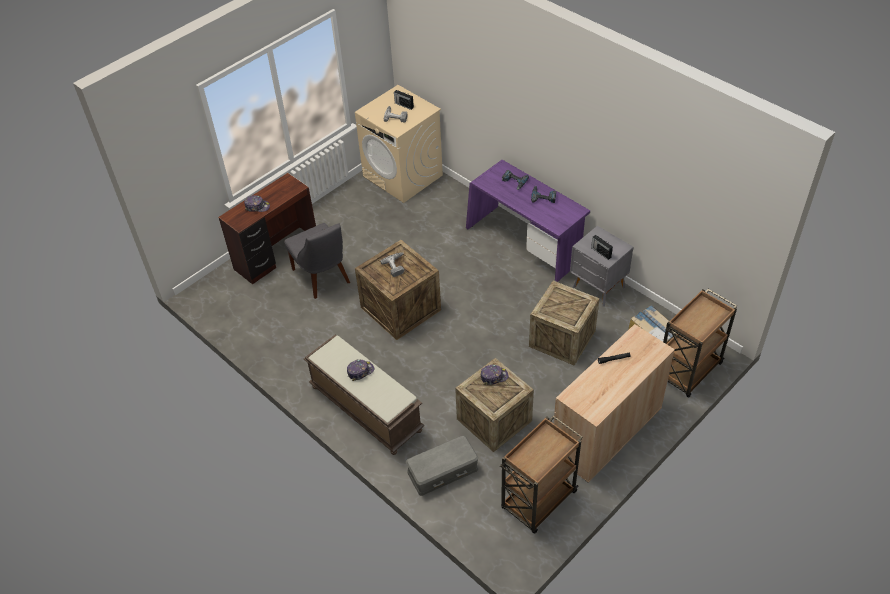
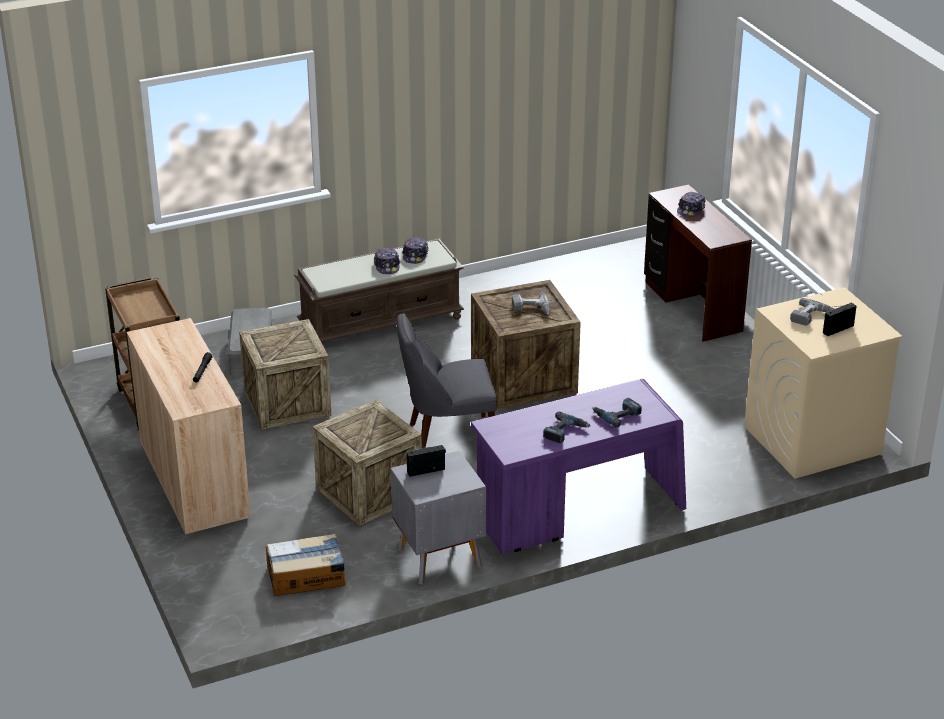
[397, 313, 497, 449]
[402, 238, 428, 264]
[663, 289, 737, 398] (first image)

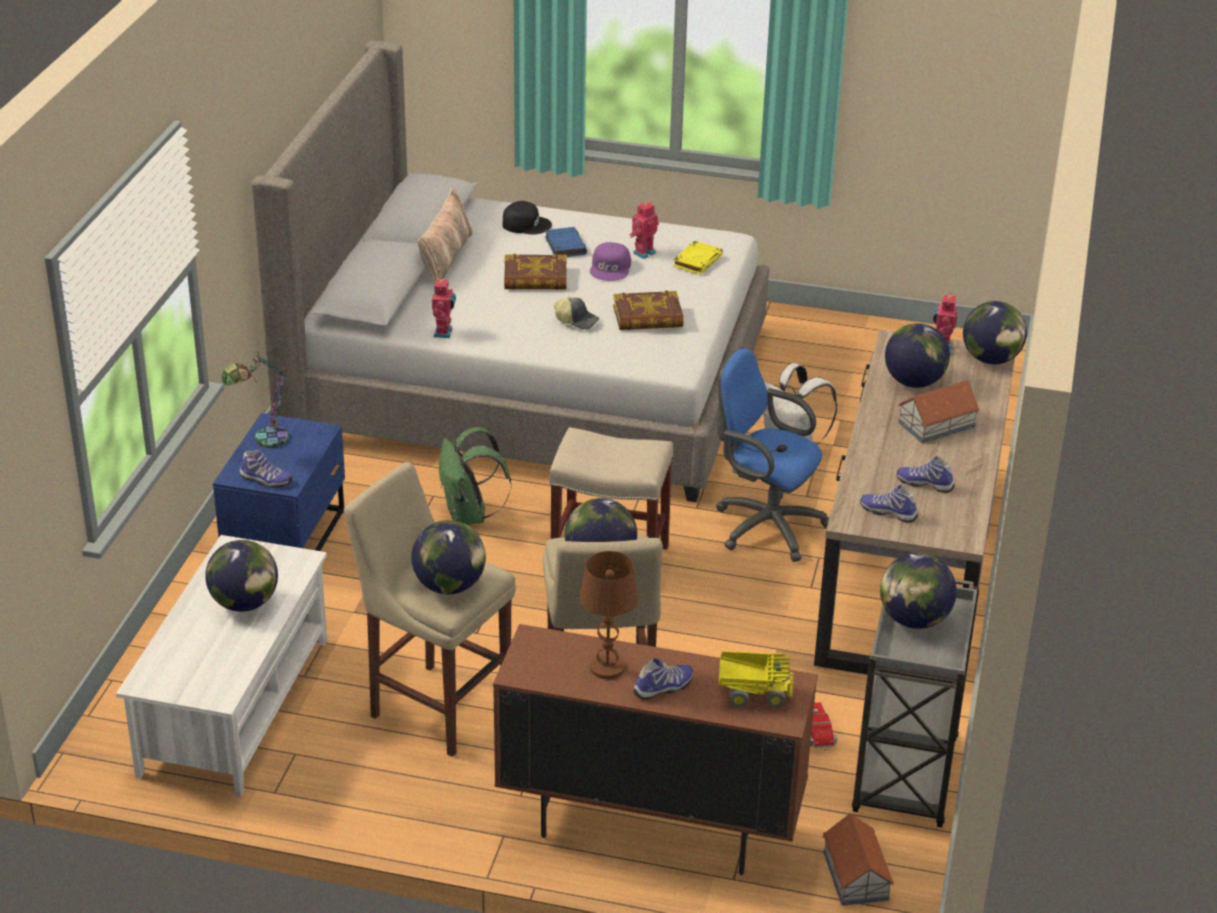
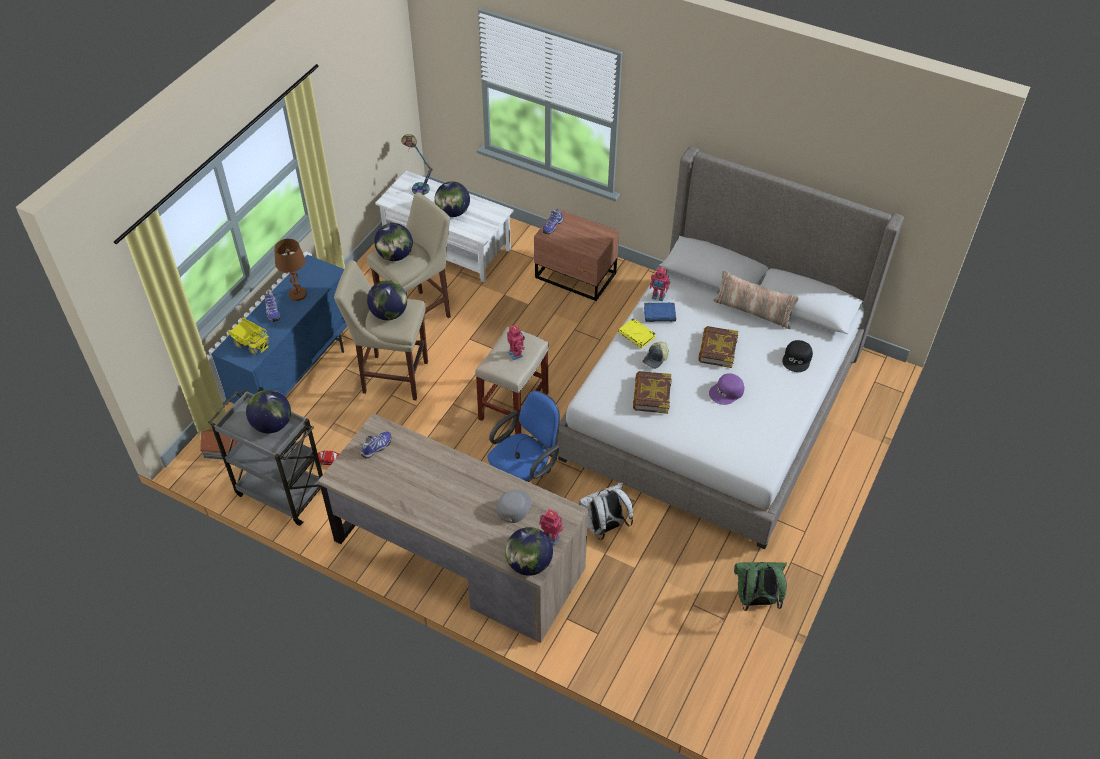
[211, 255, 347, 404]
[227, 318, 270, 355]
[401, 134, 432, 195]
[496, 490, 532, 523]
[507, 324, 525, 360]
[534, 208, 619, 301]
[618, 318, 656, 349]
[644, 302, 676, 322]
[709, 374, 744, 405]
[734, 562, 787, 611]
[897, 456, 955, 493] (first image)
[898, 380, 980, 443] (first image)

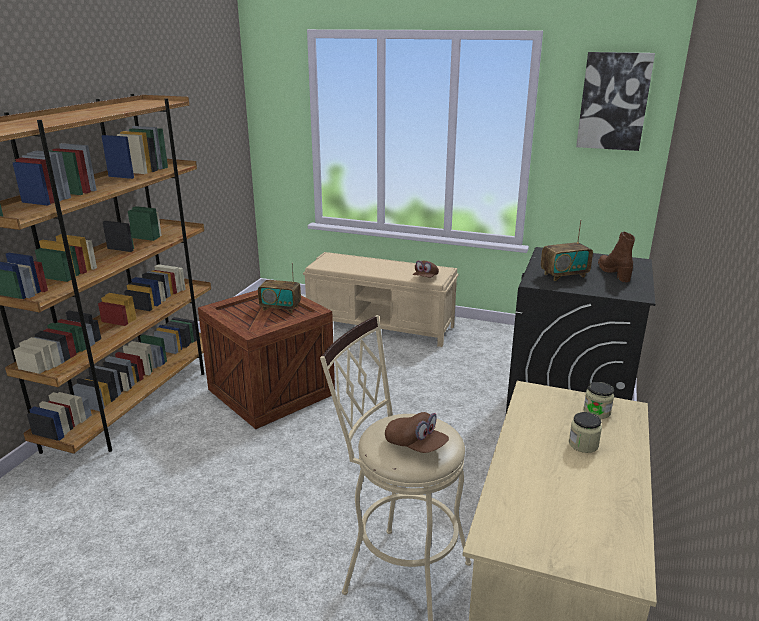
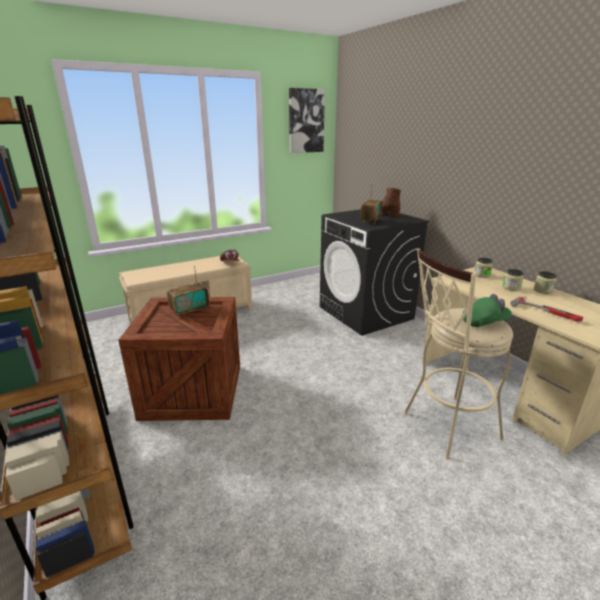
[462, 294, 512, 327]
[510, 297, 583, 322]
[534, 271, 557, 294]

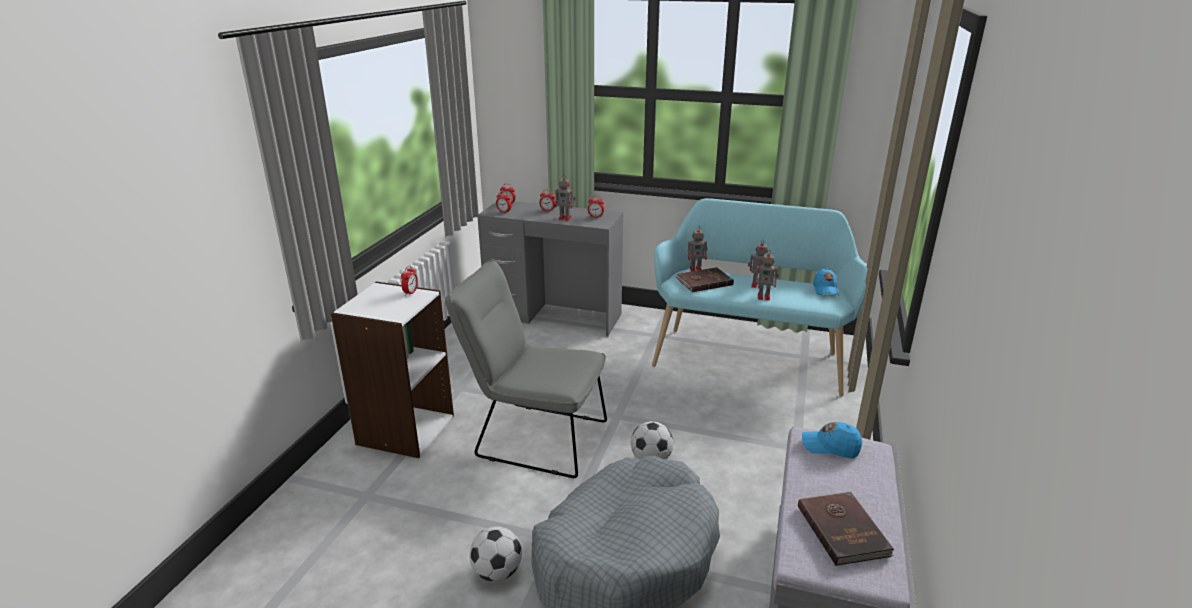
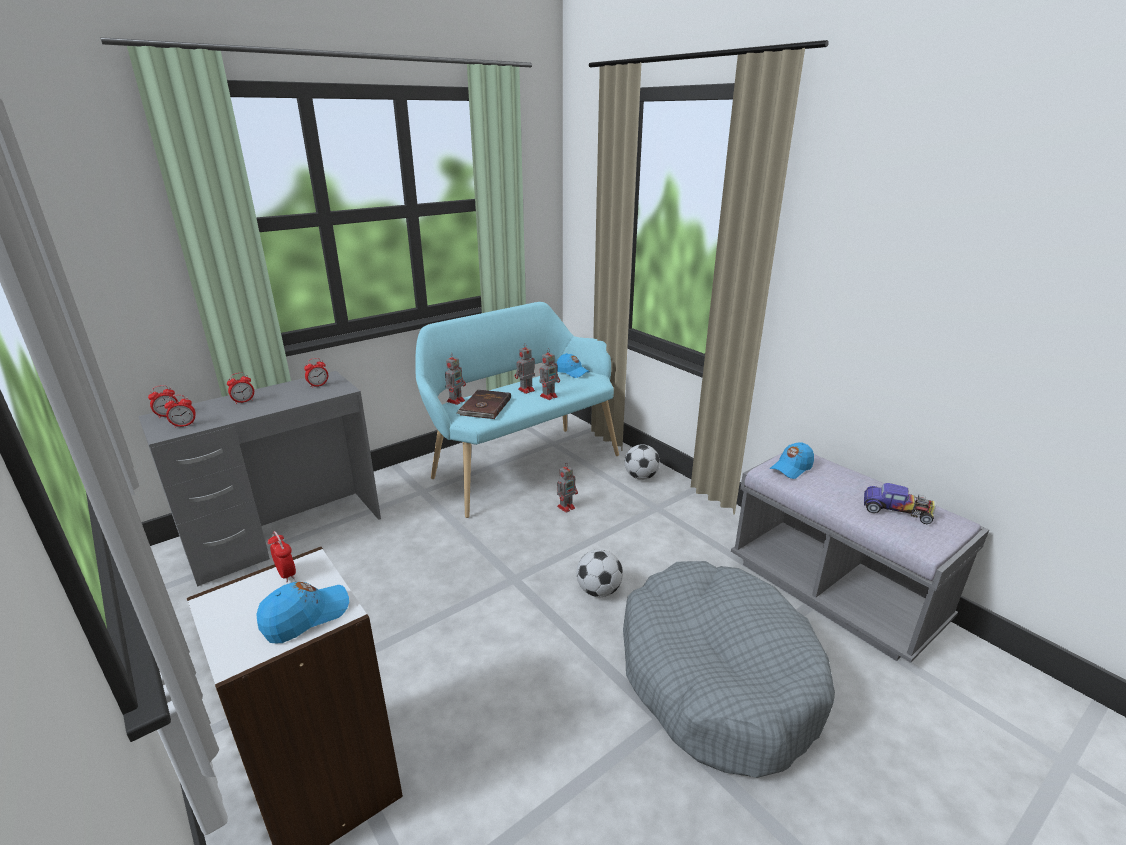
[256, 582, 349, 643]
[557, 464, 578, 513]
[624, 444, 660, 480]
[864, 483, 936, 524]
[445, 259, 607, 478] (first image)

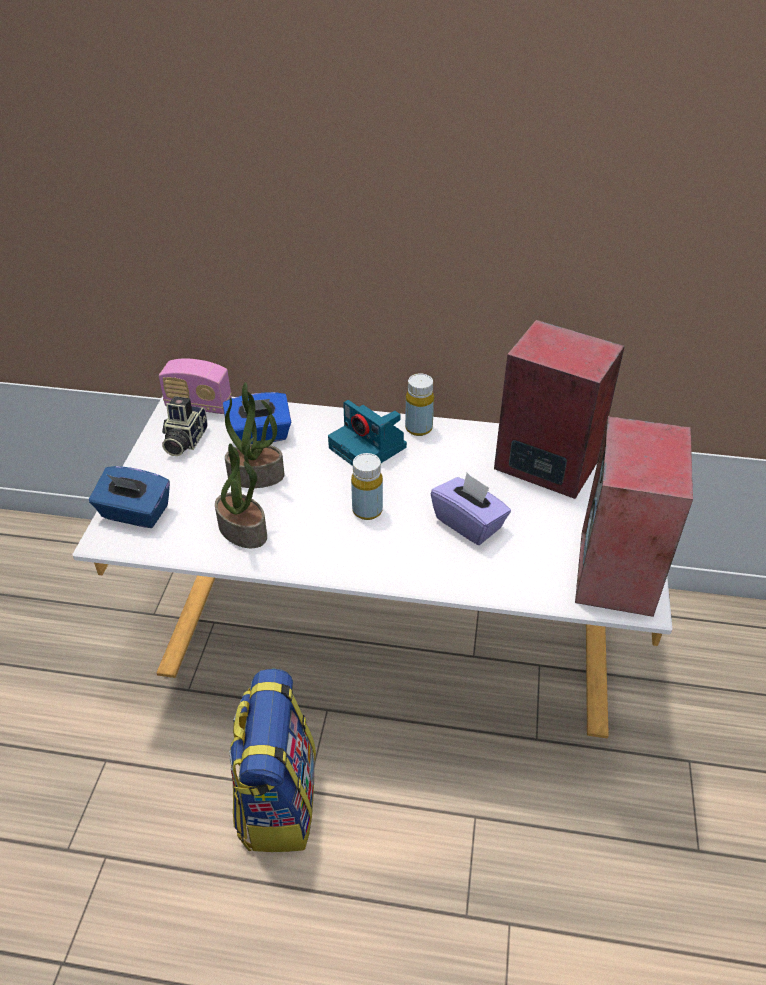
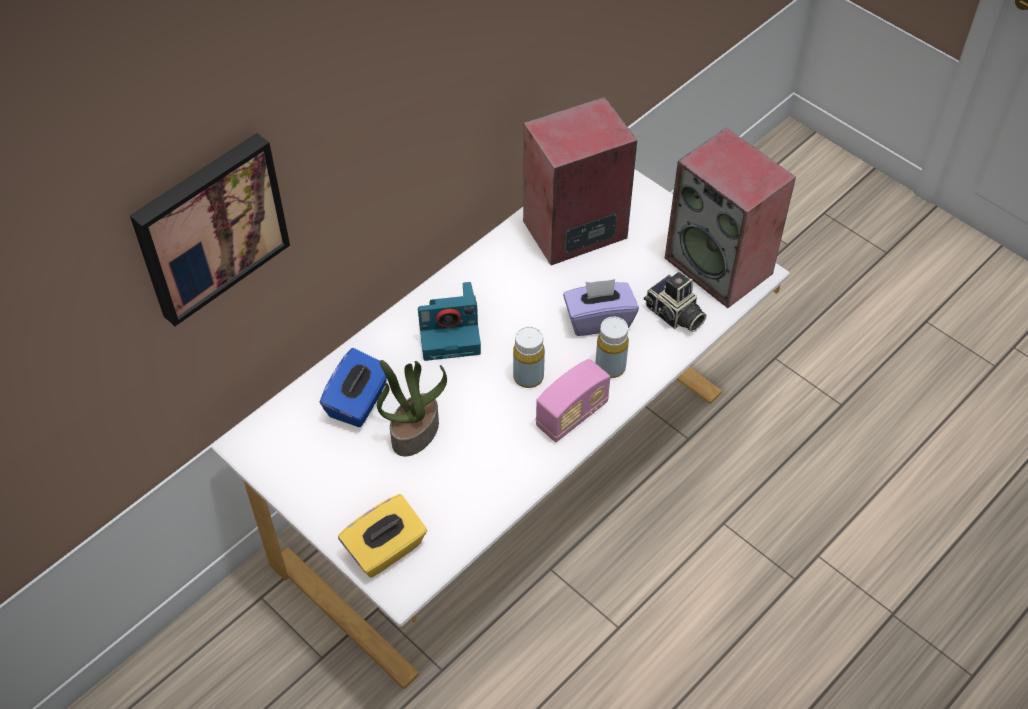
[130, 133, 290, 326]
[338, 494, 427, 578]
[535, 359, 610, 442]
[595, 317, 629, 378]
[644, 272, 707, 332]
[215, 437, 267, 548] (first image)
[229, 669, 316, 852] (first image)

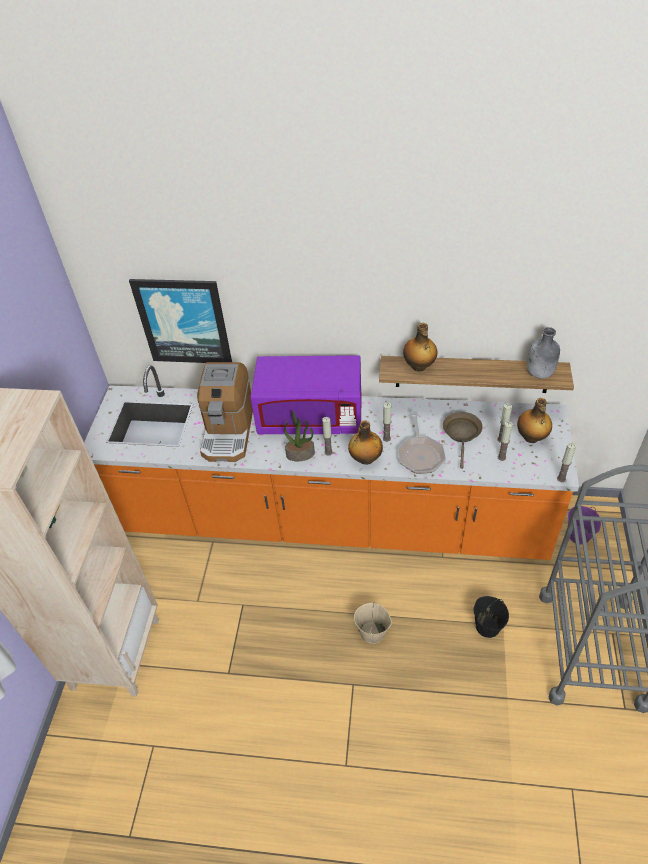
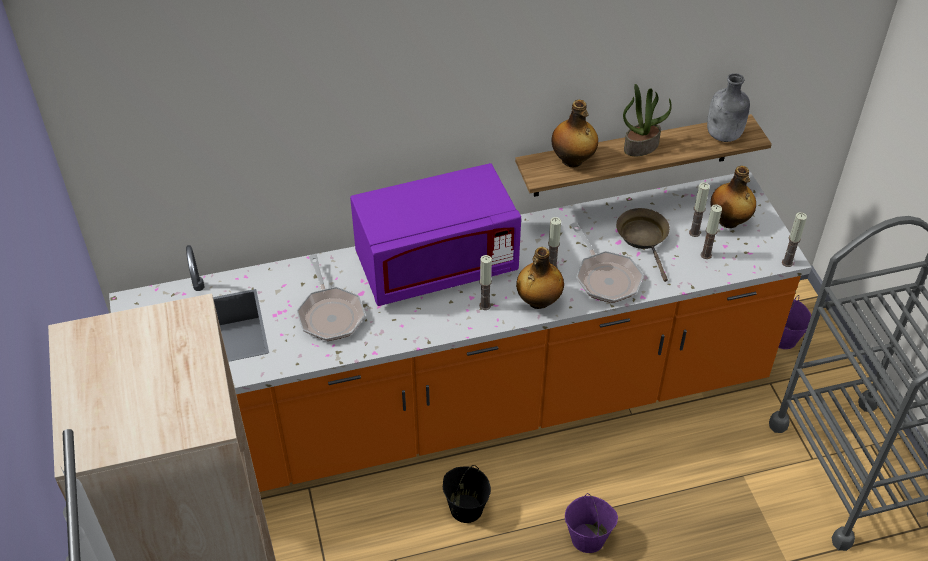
[297, 254, 366, 341]
[443, 465, 491, 523]
[565, 493, 618, 553]
[623, 84, 672, 156]
[129, 279, 232, 363] (first image)

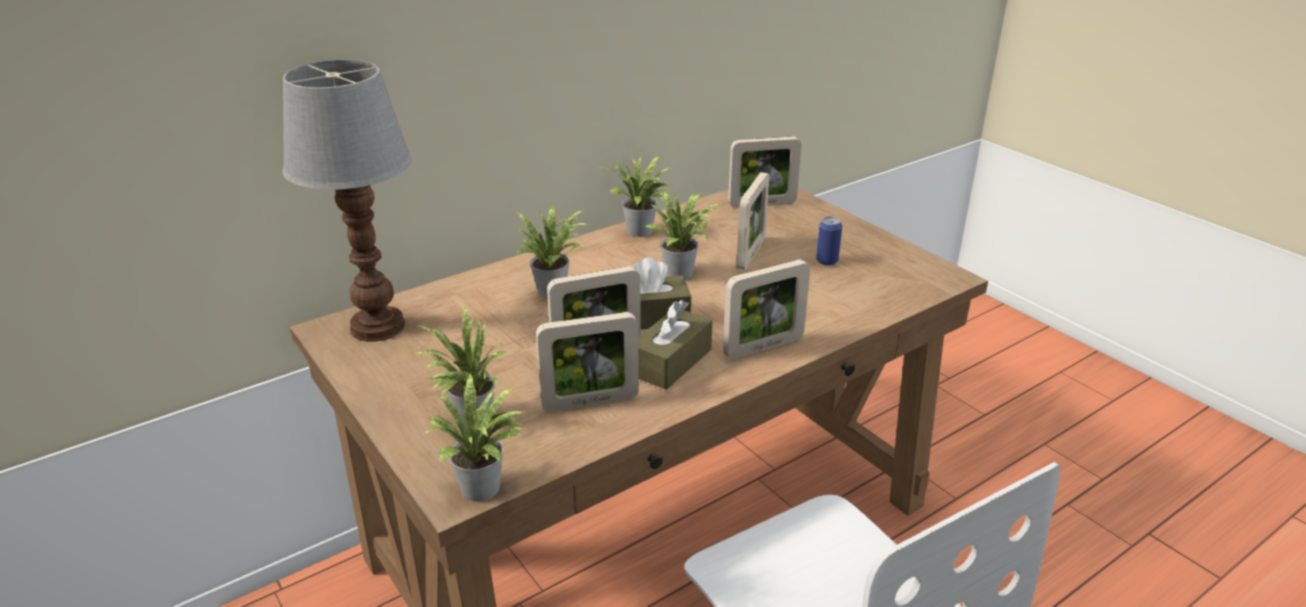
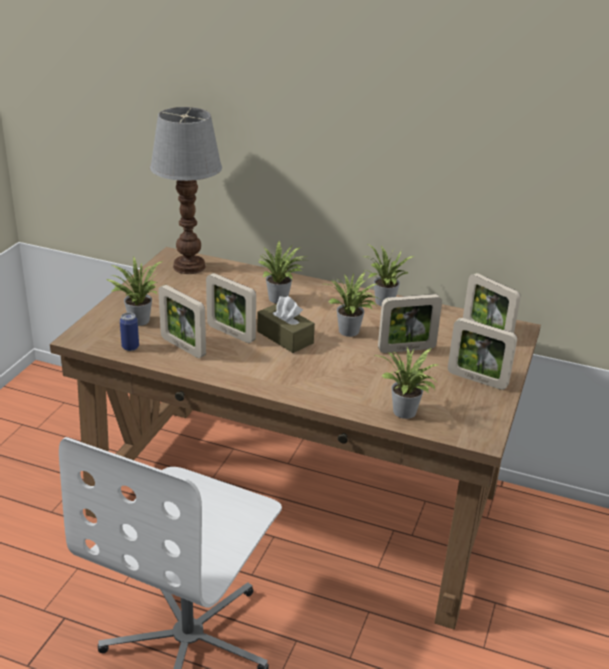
[120, 313, 139, 351]
[373, 347, 438, 419]
[448, 318, 517, 390]
[638, 300, 712, 390] (first image)

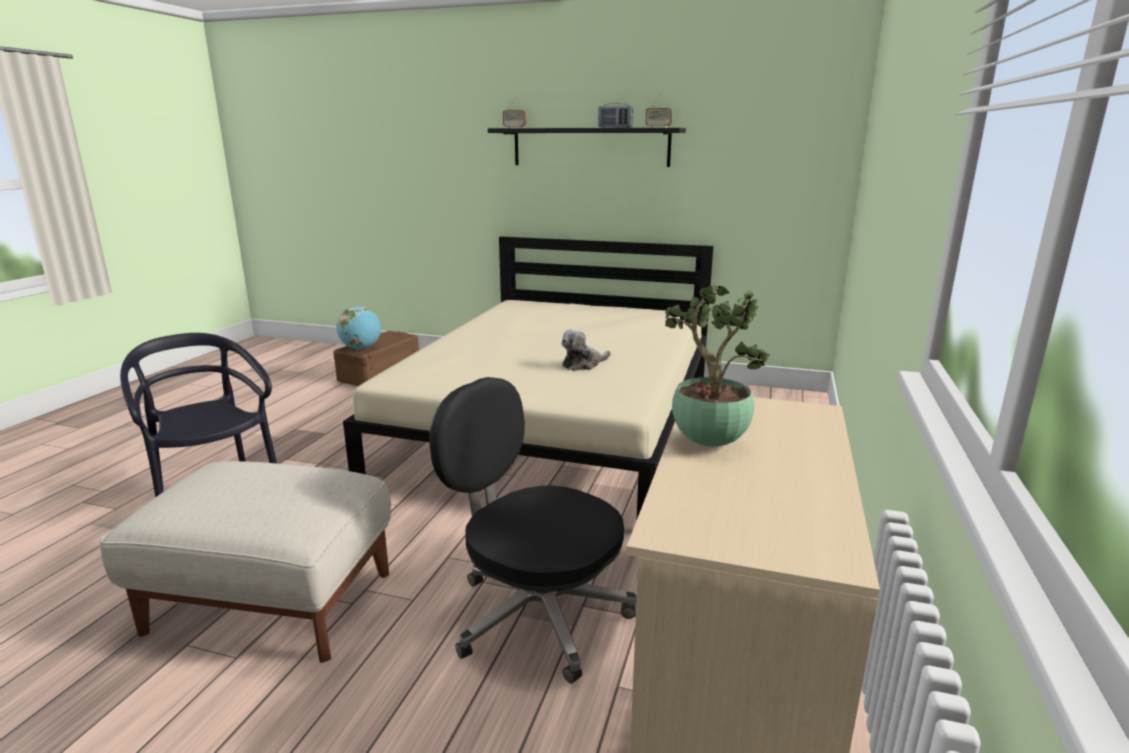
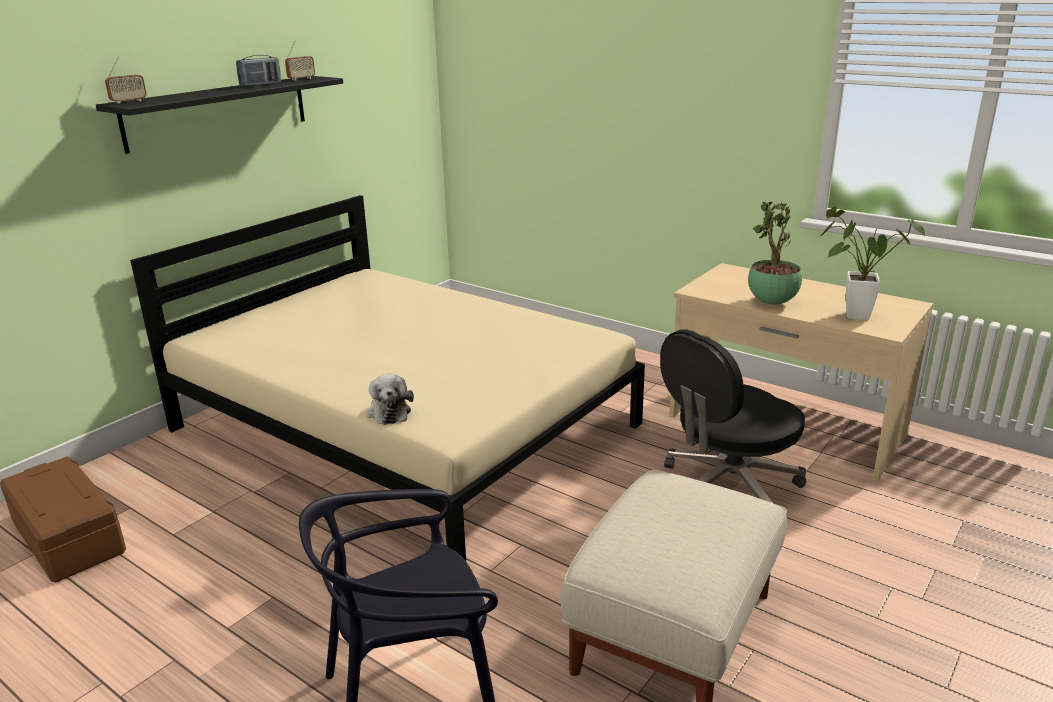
[367, 374, 414, 425]
[817, 207, 925, 320]
[336, 306, 381, 350] (first image)

